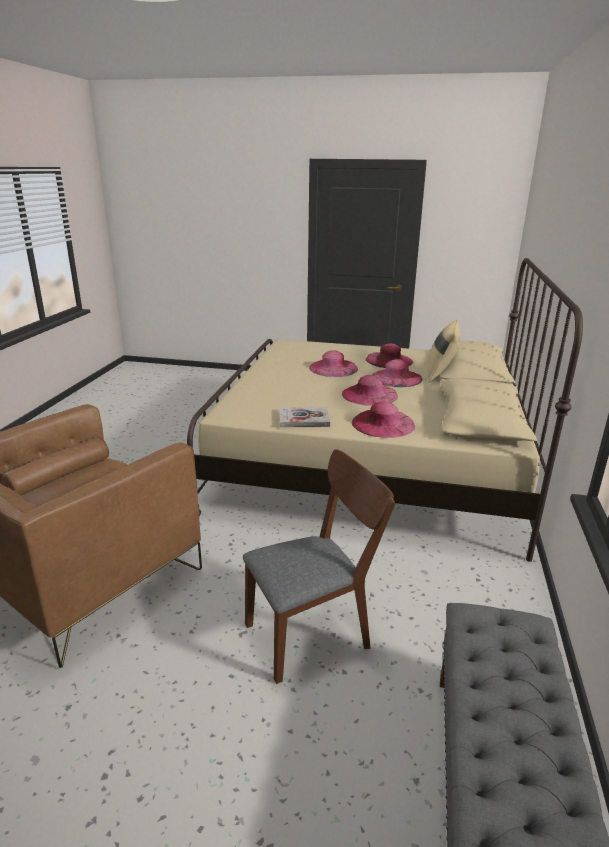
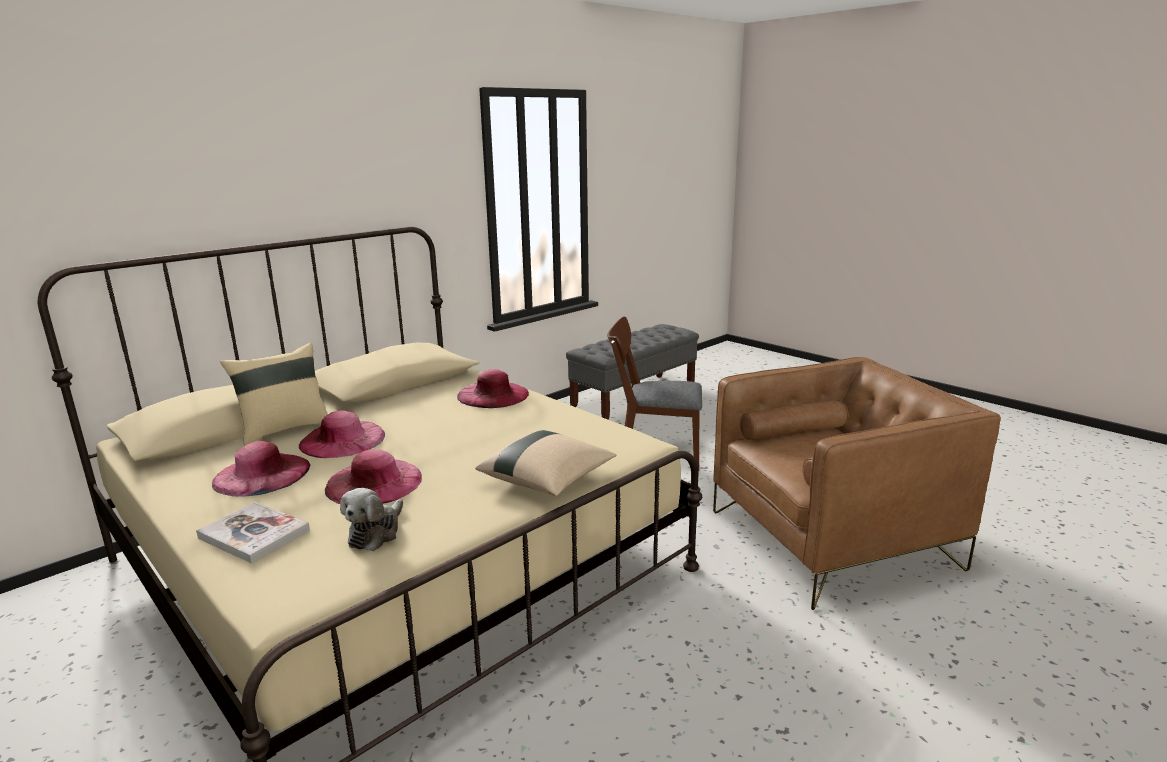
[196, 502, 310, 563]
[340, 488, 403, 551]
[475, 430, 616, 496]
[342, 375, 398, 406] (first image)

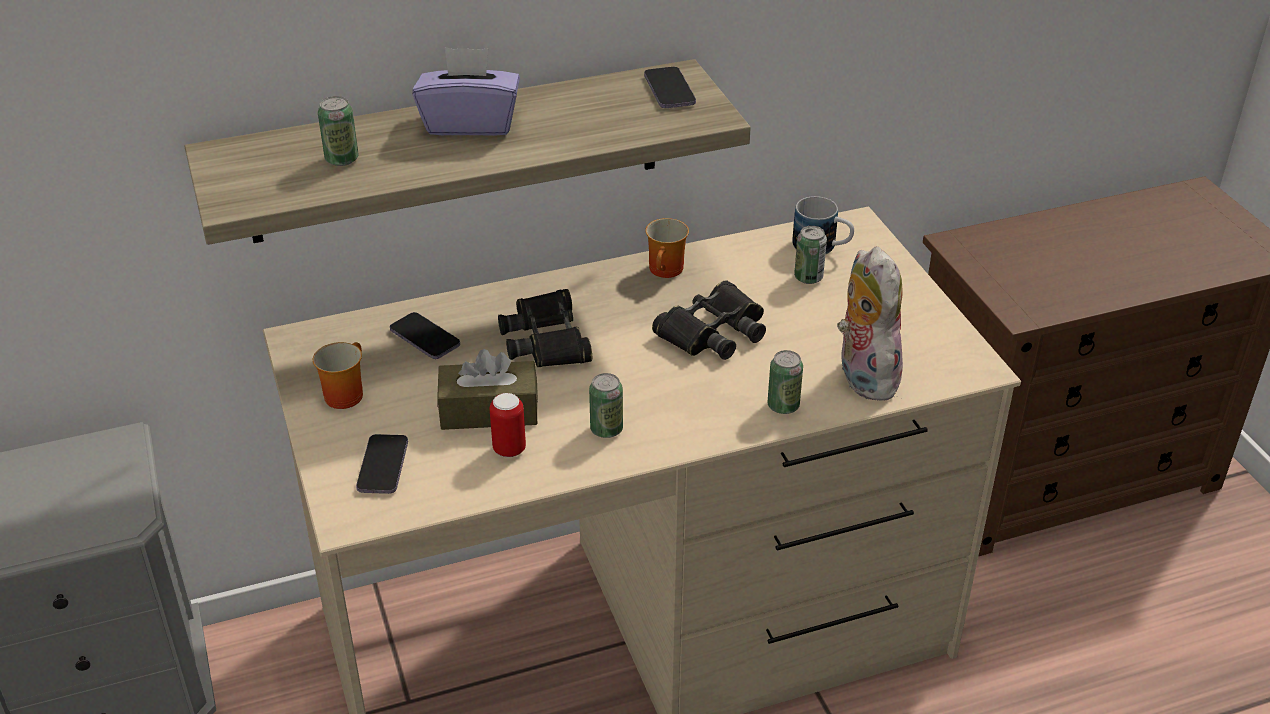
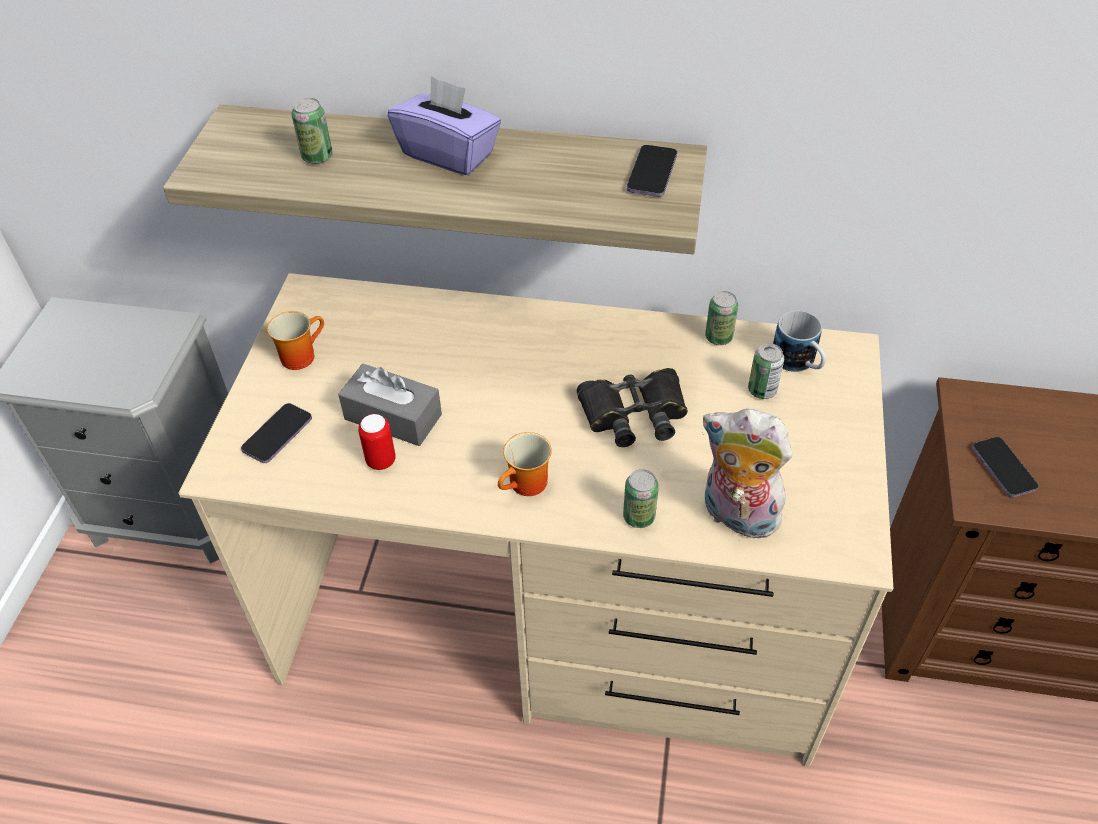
[338, 364, 442, 446]
[498, 432, 552, 496]
[702, 409, 792, 538]
[705, 291, 738, 345]
[972, 437, 1039, 497]
[498, 289, 592, 367] (first image)

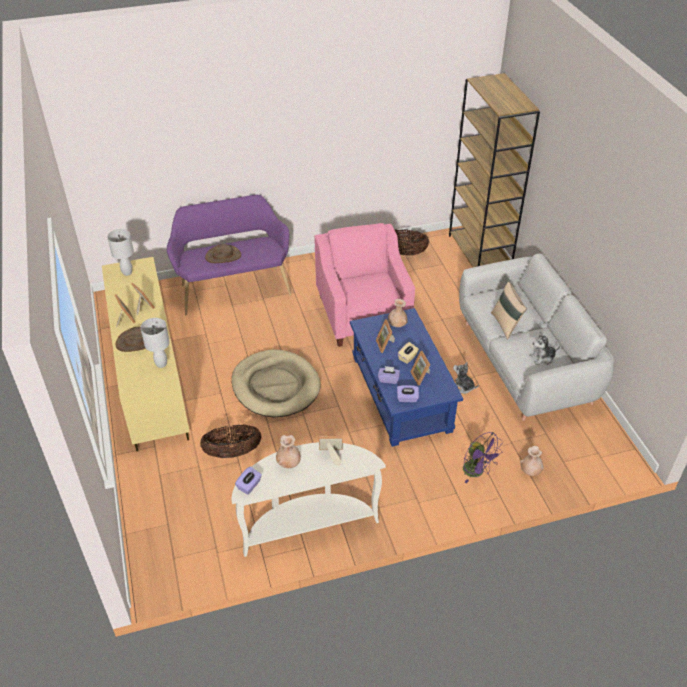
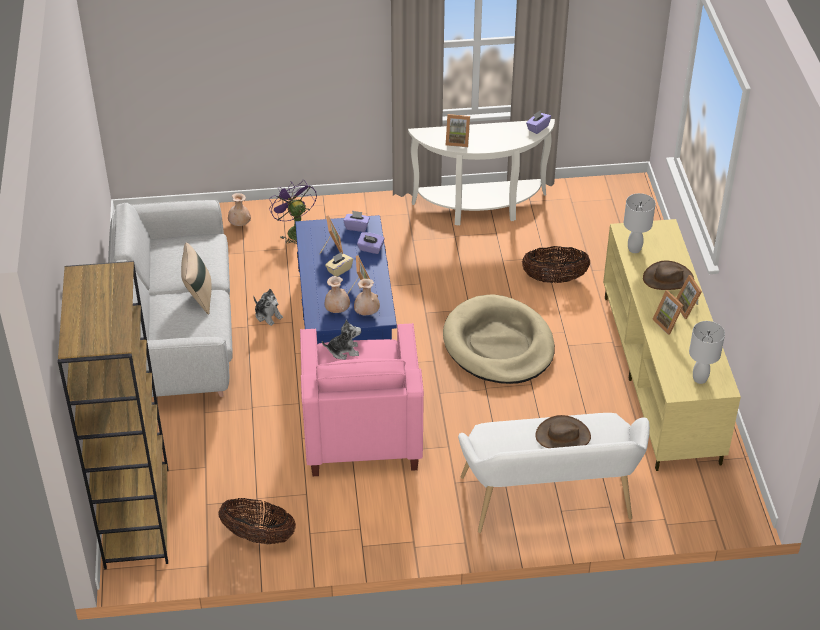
[322, 319, 361, 360]
[354, 279, 380, 315]
[458, 413, 650, 533]

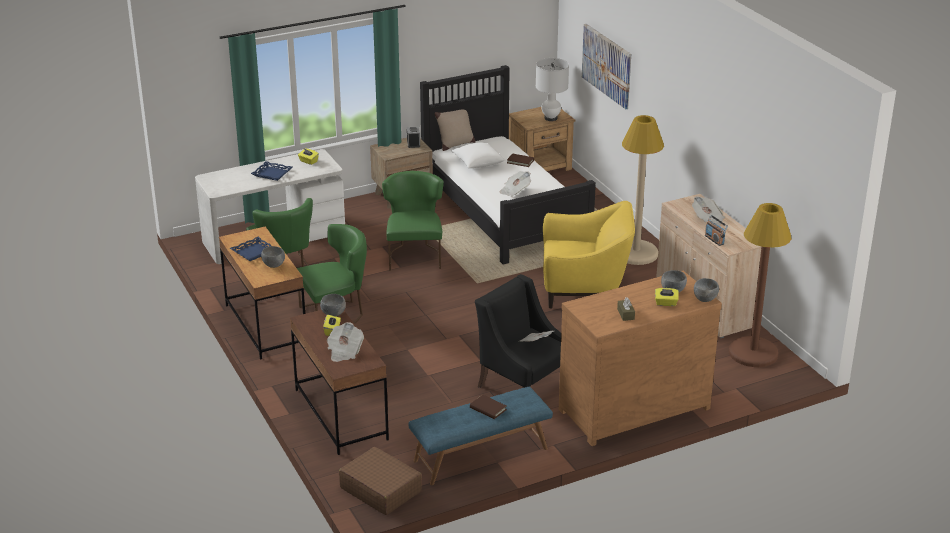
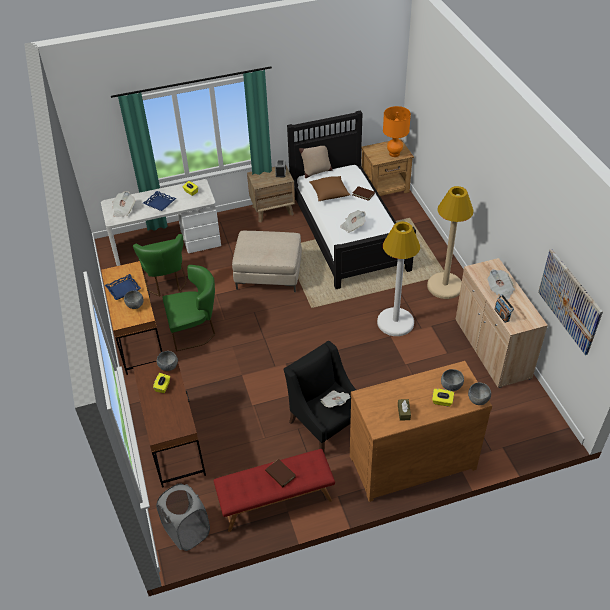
[112, 191, 135, 217]
[156, 483, 210, 551]
[214, 449, 335, 532]
[232, 231, 302, 293]
[310, 176, 350, 201]
[377, 222, 420, 336]
[383, 106, 411, 157]
[538, 249, 603, 355]
[729, 203, 791, 367] (first image)

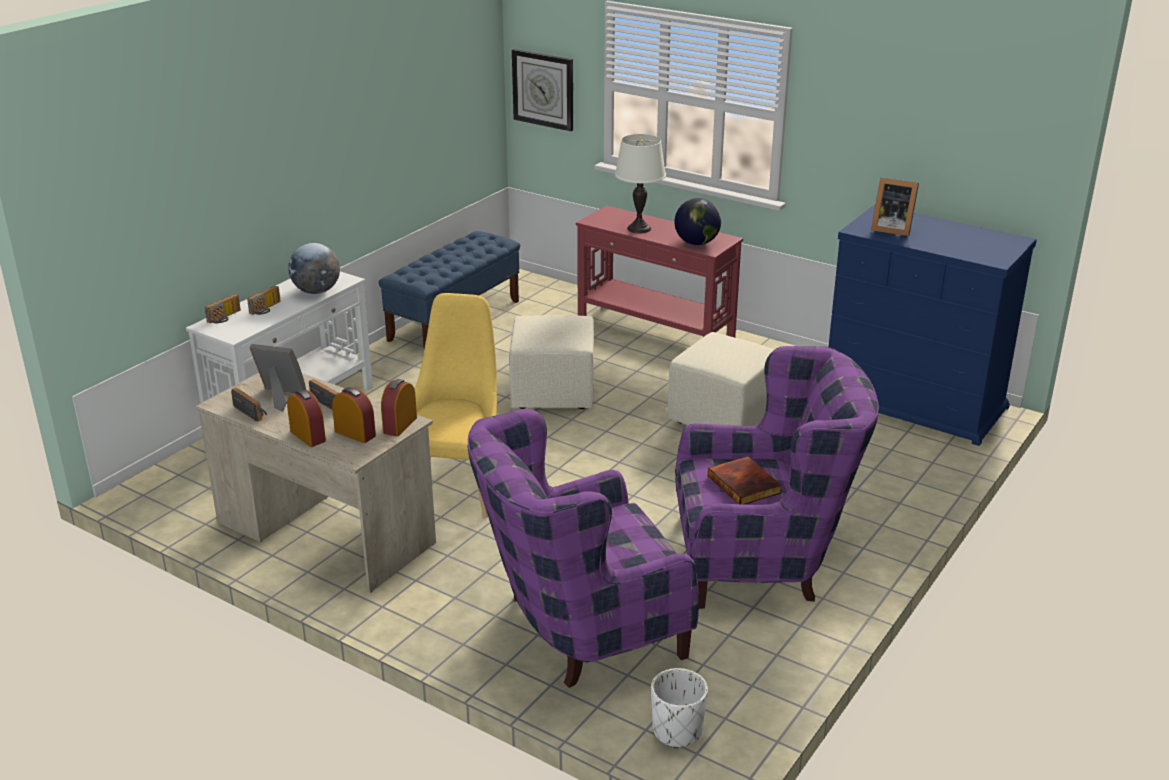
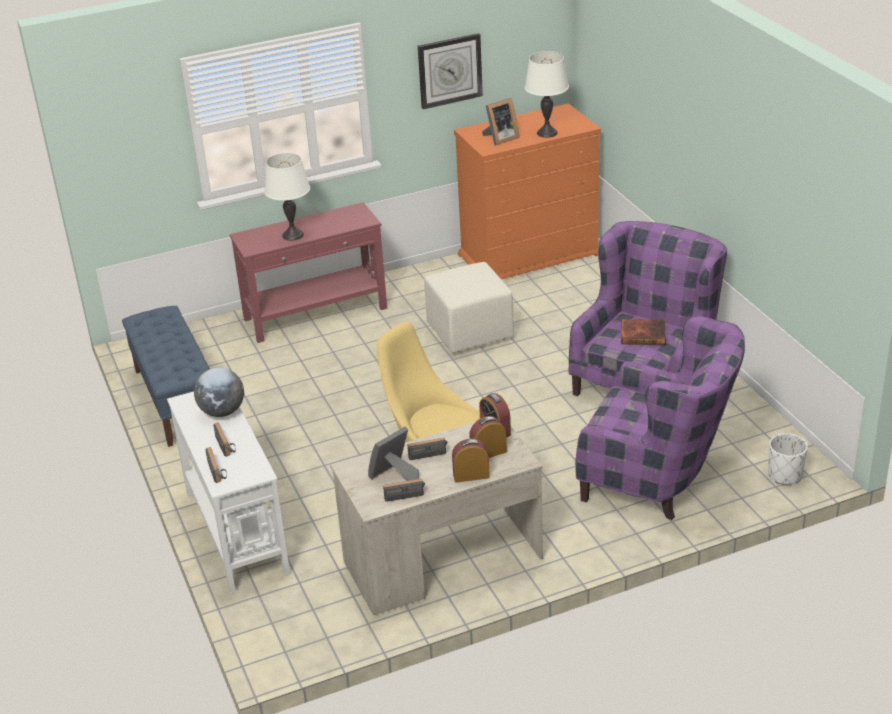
[418, 33, 483, 109]
[454, 103, 601, 279]
[524, 51, 569, 138]
[575, 316, 745, 520]
[509, 315, 594, 409] (first image)
[674, 198, 721, 245] (first image)

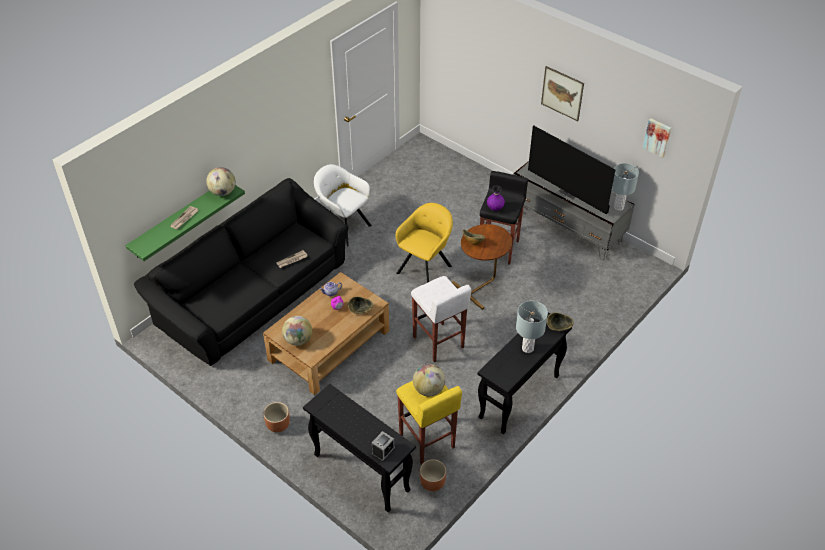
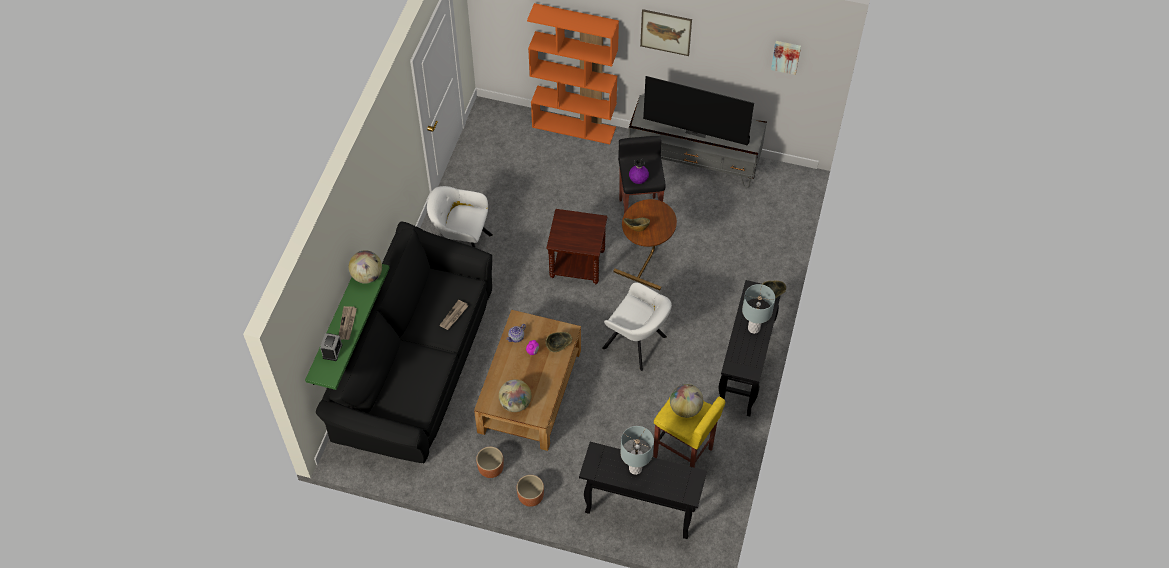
[320, 333, 342, 361]
[476, 447, 504, 478]
[527, 3, 619, 144]
[546, 209, 607, 285]
[602, 282, 672, 371]
[620, 426, 654, 475]

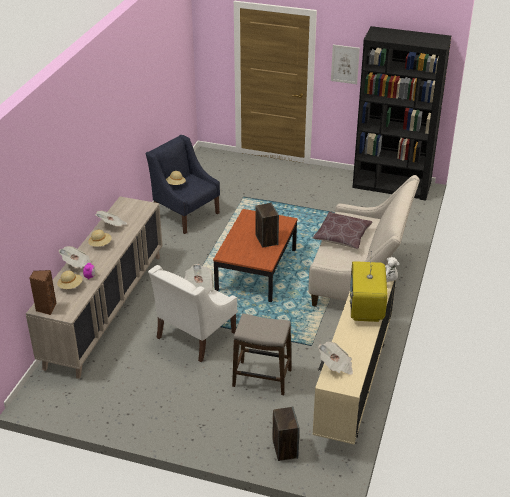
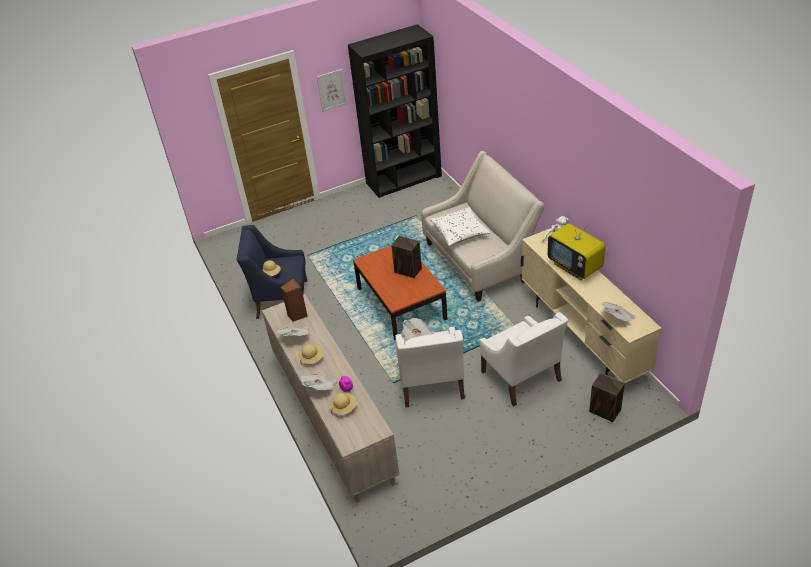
[281, 279, 308, 322]
[430, 207, 490, 246]
[479, 312, 568, 406]

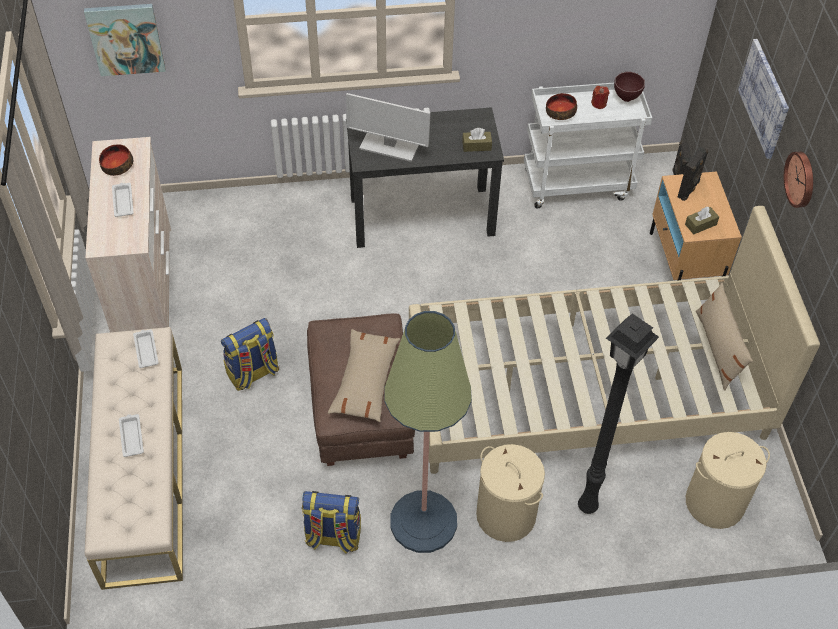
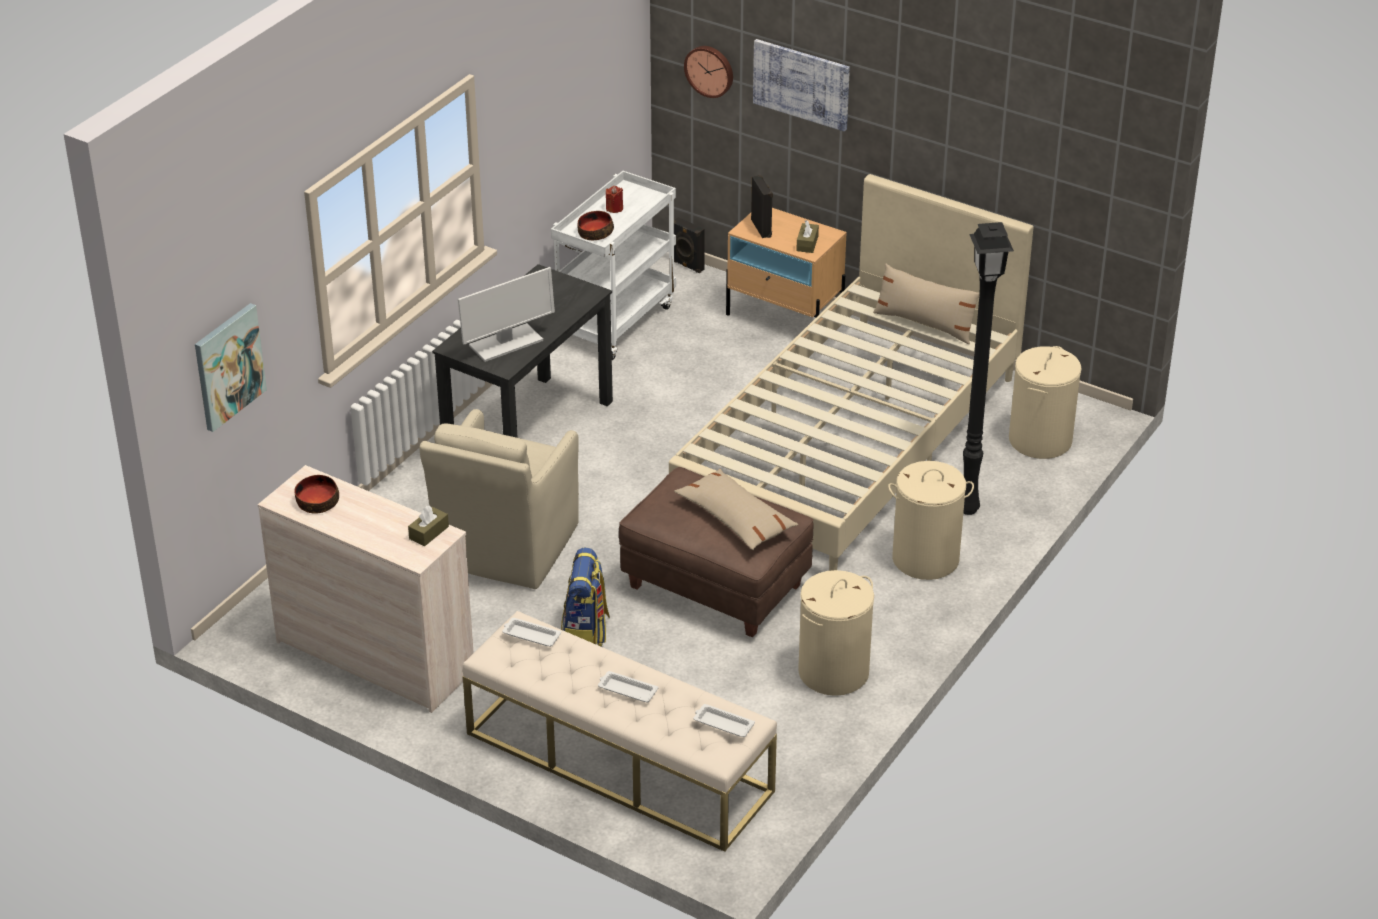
[408, 505, 449, 546]
[420, 409, 579, 589]
[684, 46, 733, 98]
[694, 704, 755, 737]
[798, 570, 874, 696]
[384, 311, 472, 553] (first image)
[614, 72, 645, 102] (first image)

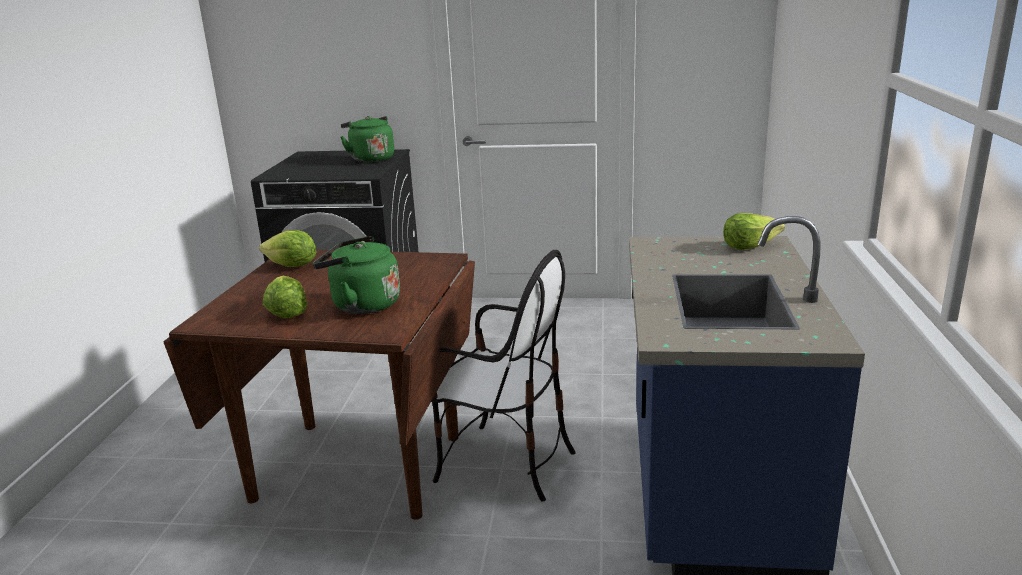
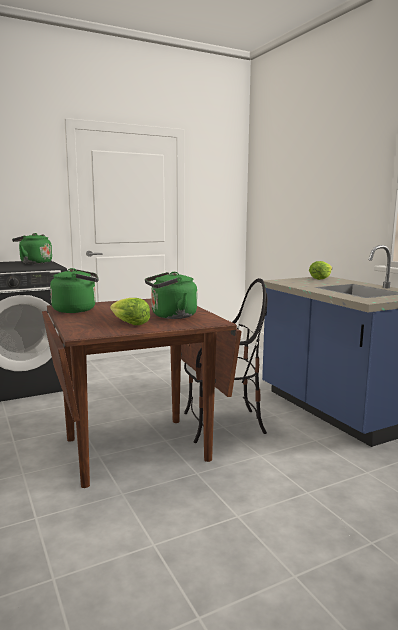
[50, 268, 99, 313]

